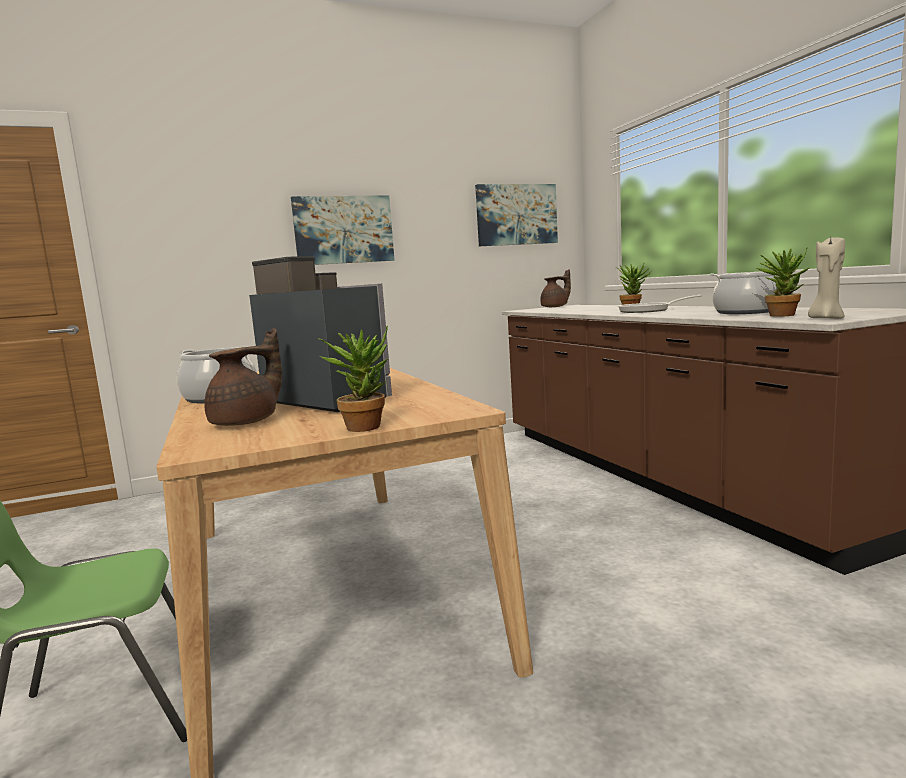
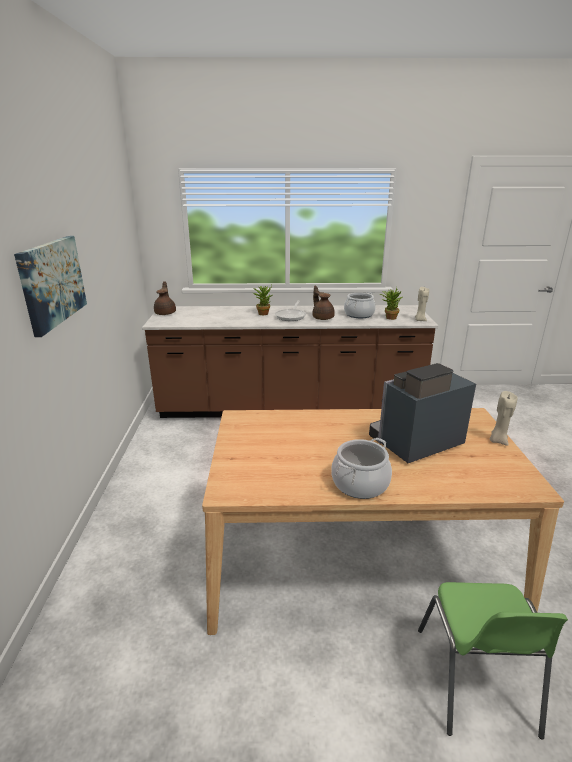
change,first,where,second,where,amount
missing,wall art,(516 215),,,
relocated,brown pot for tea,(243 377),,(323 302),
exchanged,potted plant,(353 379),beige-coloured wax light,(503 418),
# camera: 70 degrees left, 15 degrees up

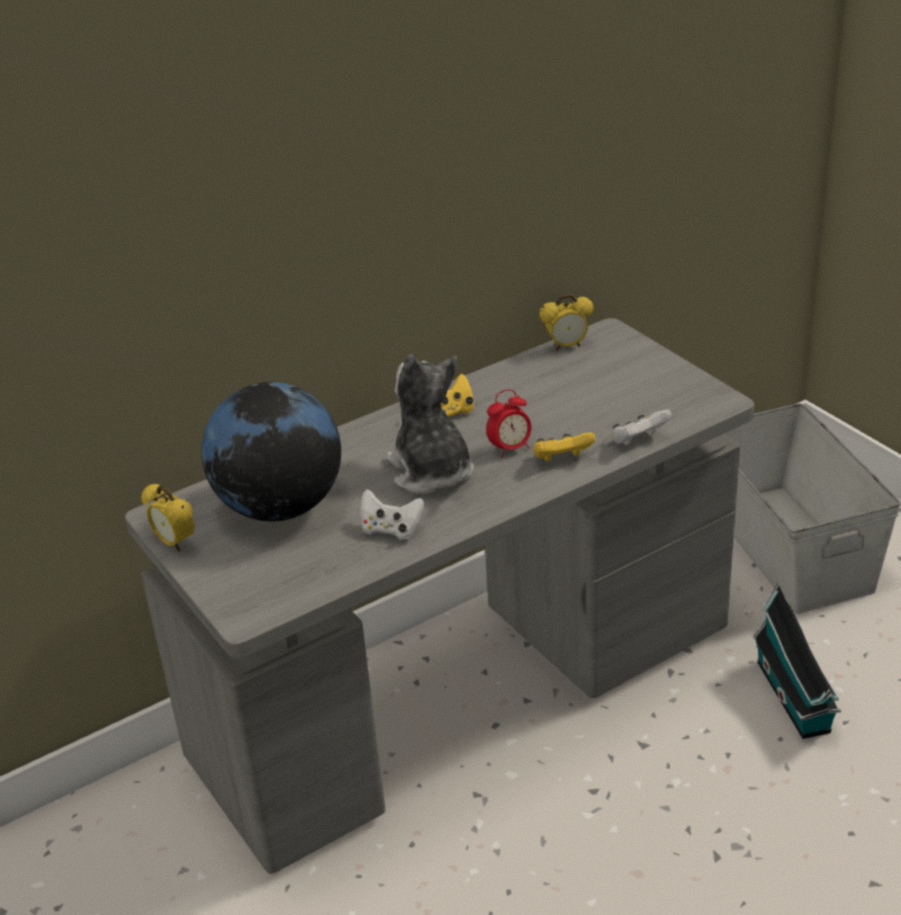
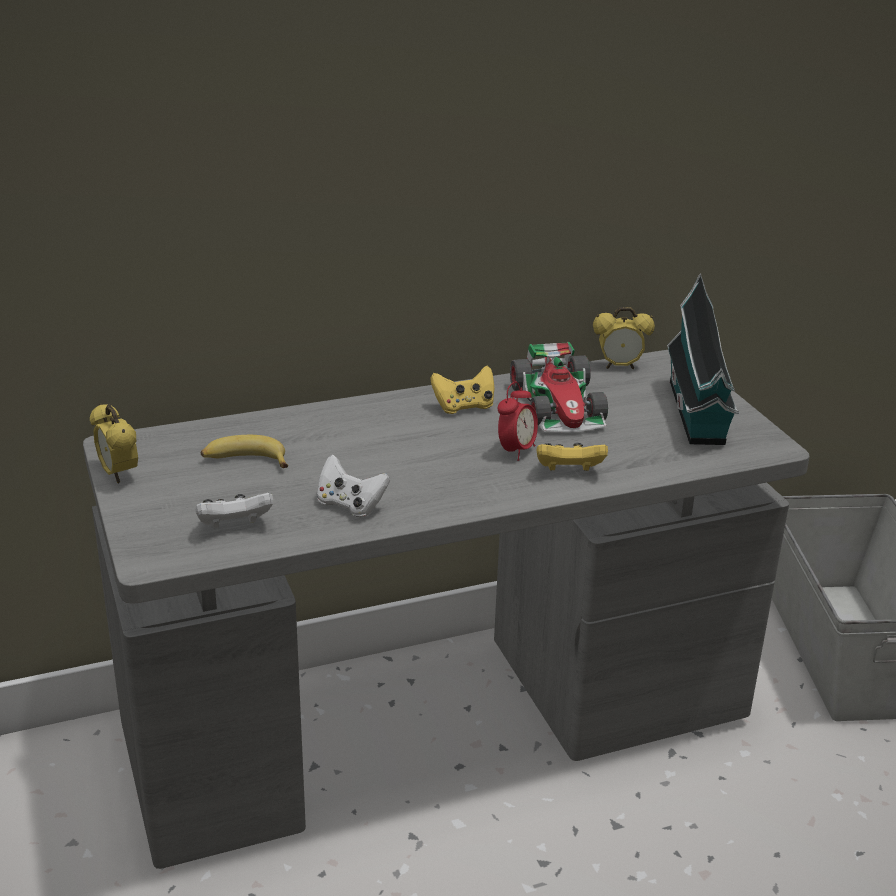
change,first,where,second,where,amount
missing,plush toy,(430 424),,,
appeared,,,model car,(559 387),
relocated,whitish game controller,(642 428),,(234 510),
relocated,toy house,(797 661),,(703 359),
exchanged,desk globe,(271 451),banana,(244 451),
spun,bedside clock,(508 423),,(518 421),45 degrees counterclockwise
# camera: 10 degrees right, 5 degrees down

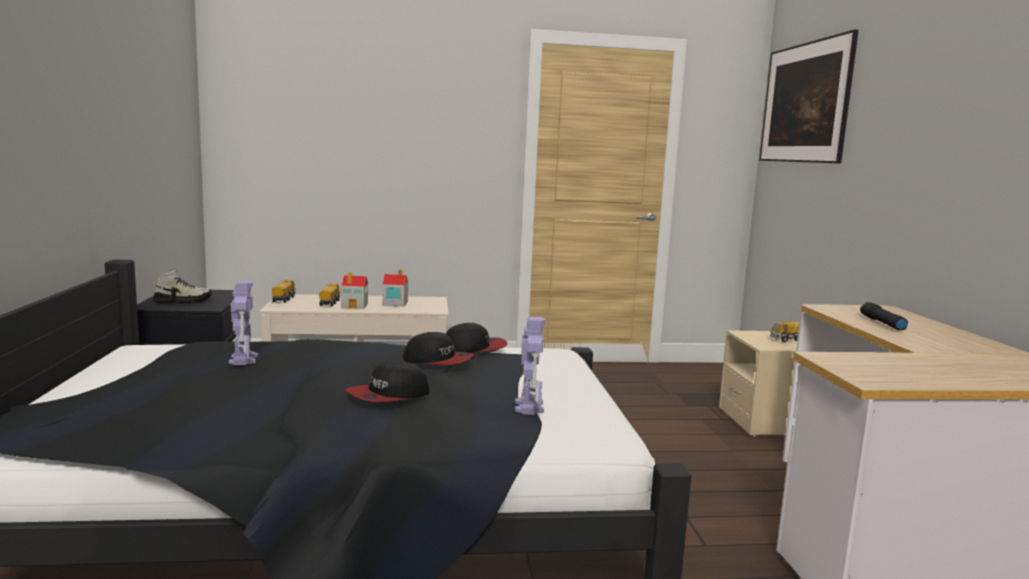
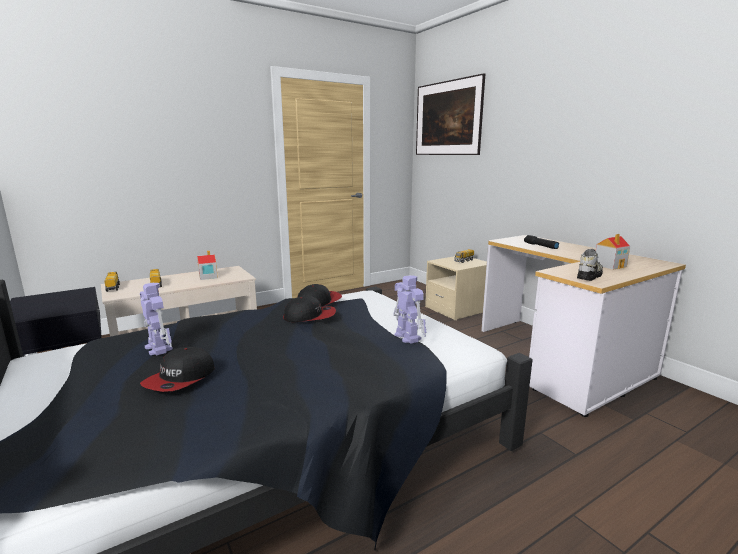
change,first,where,second,where,amount
relocated,shoe,(182 286),,(590 265),
relocated,toy house,(355 290),,(613 251),
relocated,peaked cap,(388 381),,(177 369),
# camera: 25 degrees left, 5 degrees up

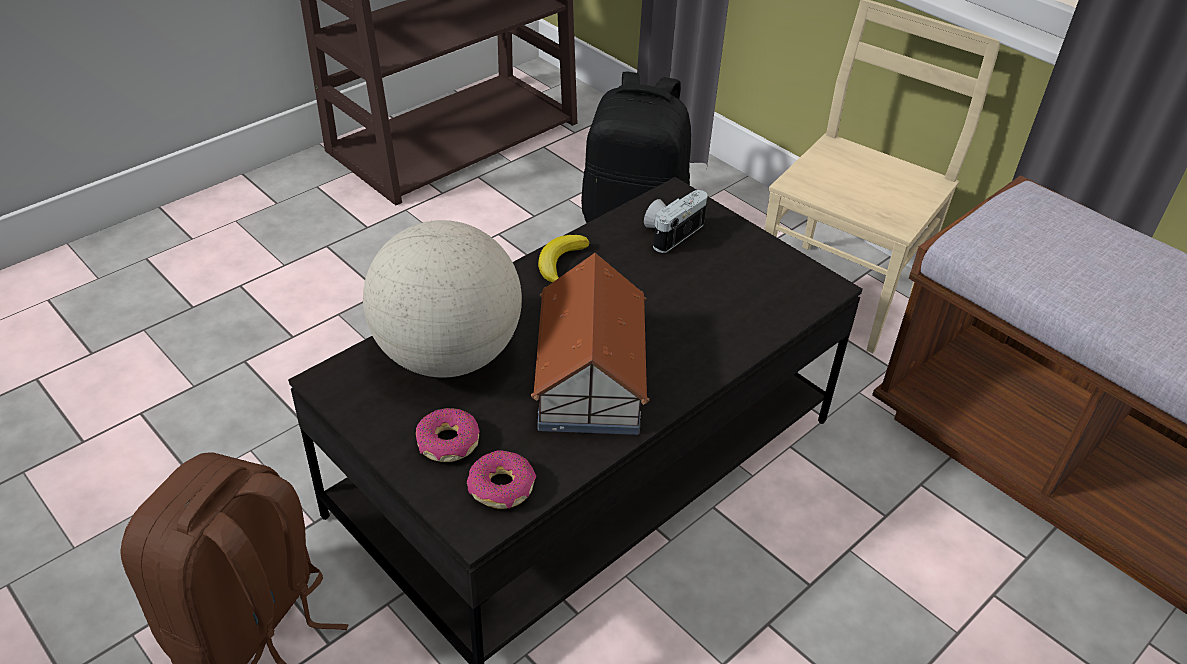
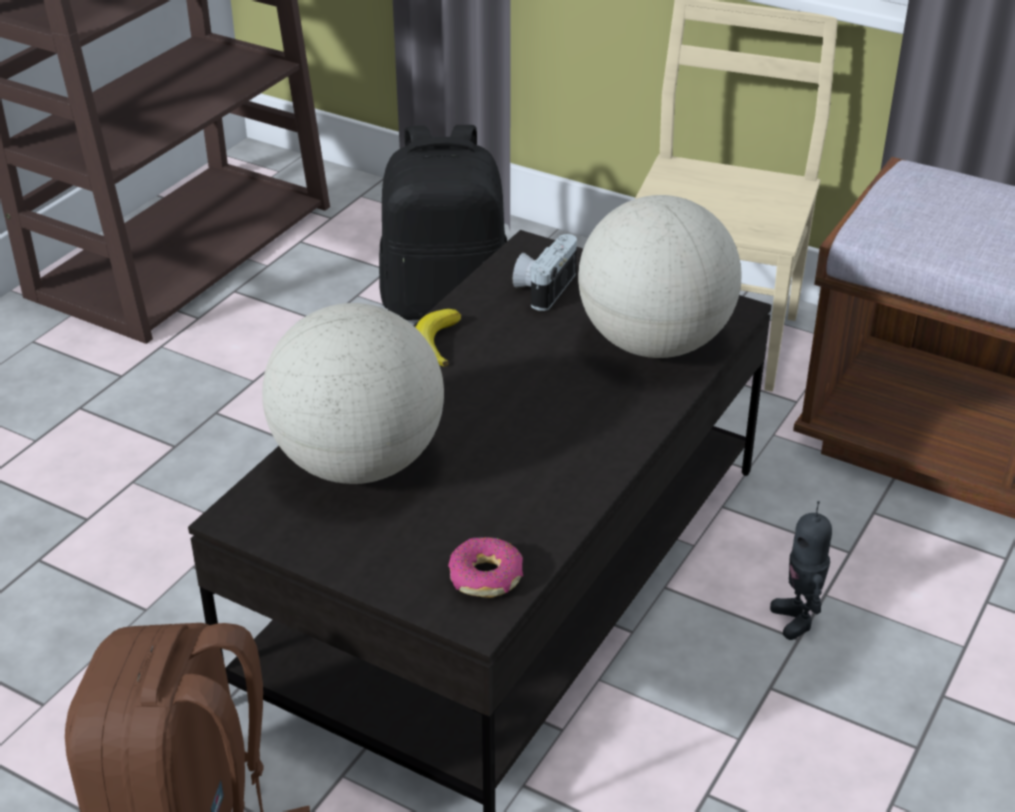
change,first,where,second,where,amount
missing,doughnut,(448 435),,,
missing,toy house,(590 344),,,
appeared,,,desk globe,(660 276),
appeared,,,robot figure,(801 570),
# camera: 15 degrees left, 5 degrees down

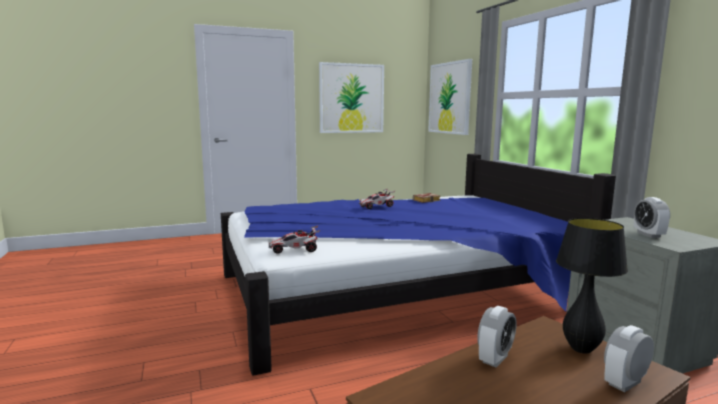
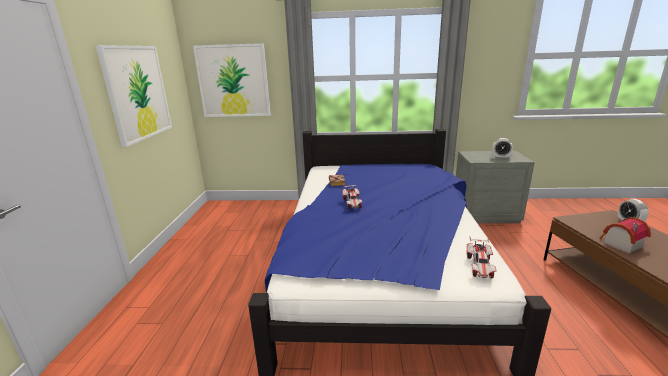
change,first,where,second,where,amount
missing,blackish tabletop lamp,(592 286),,,
exchanged,bedside clock,(497 336),toy house,(625 235),
# camera: 65 degrees left, 10 degrees up

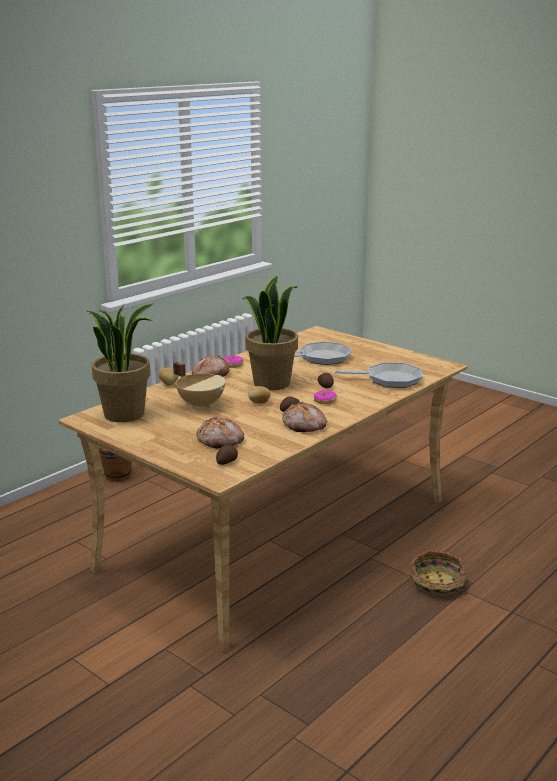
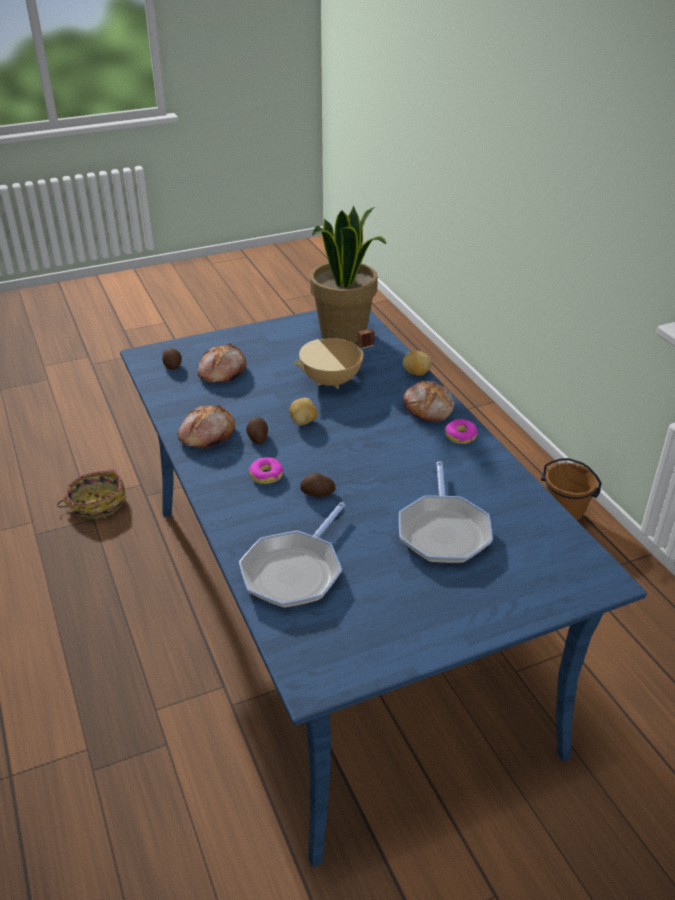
change,first,where,second,where,amount
missing,potted plant,(270 333),,,
relocated,basket,(439 573),,(91 494),
colour,beige-coloured dining table,(263 489),blue-coloured dining table,(383 588),
# camera: 115 degrees right, 15 degrees up

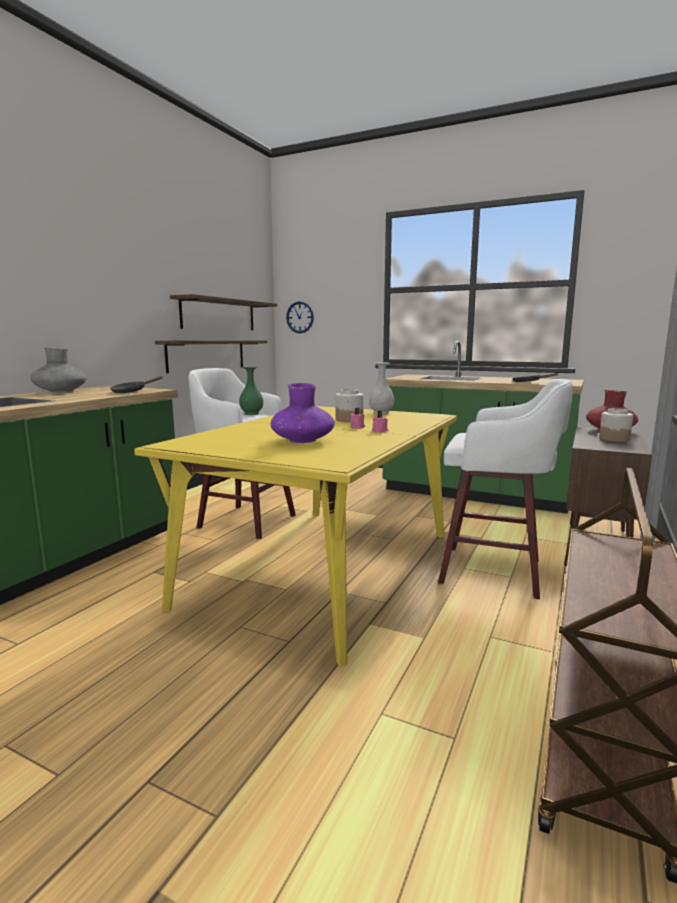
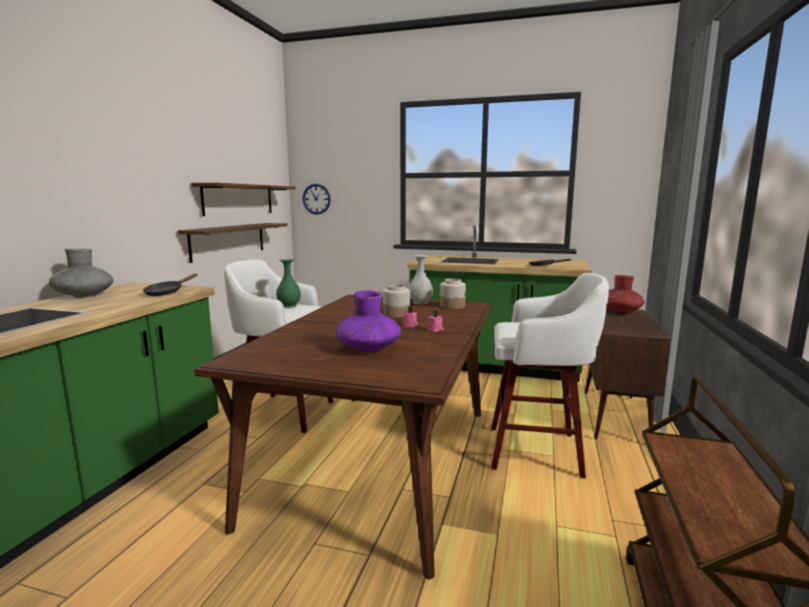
change,first,where,second,where,amount
relocated,jar,(616 425),,(453 293),
colour,yellowish dining table,(296 536),brown dining table,(342 437),
# camera: 10 degrees left, 0 degrees up

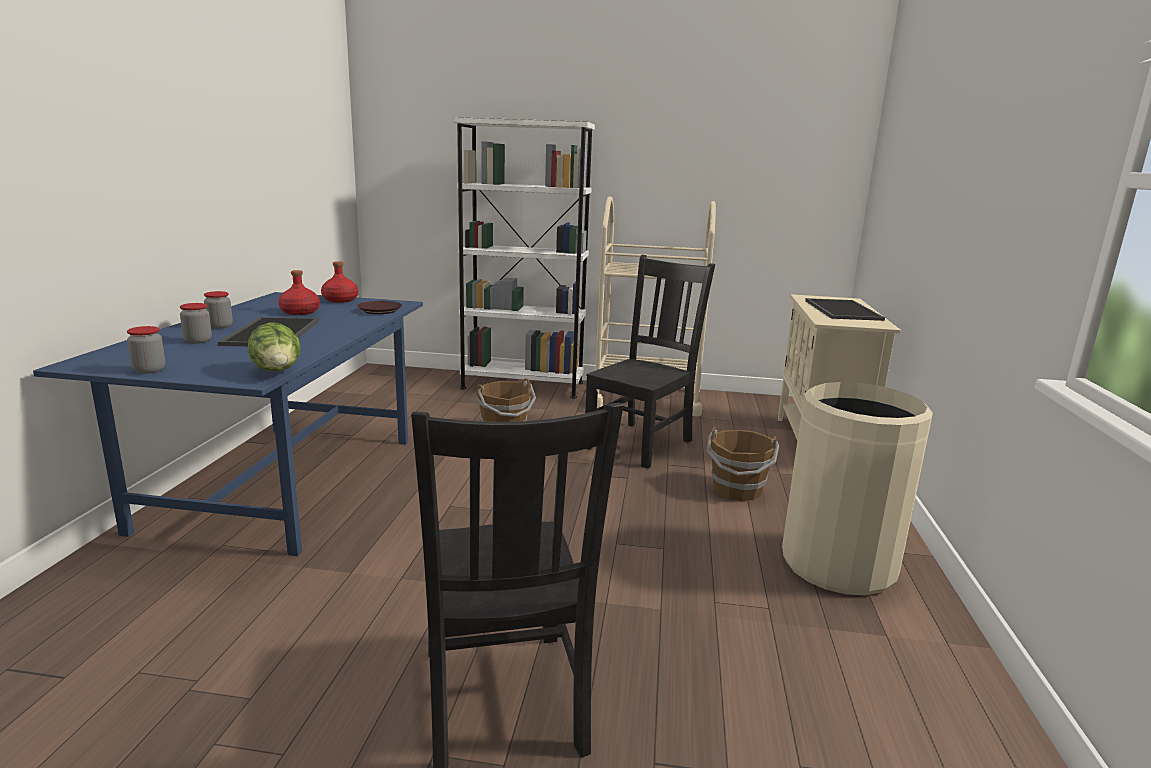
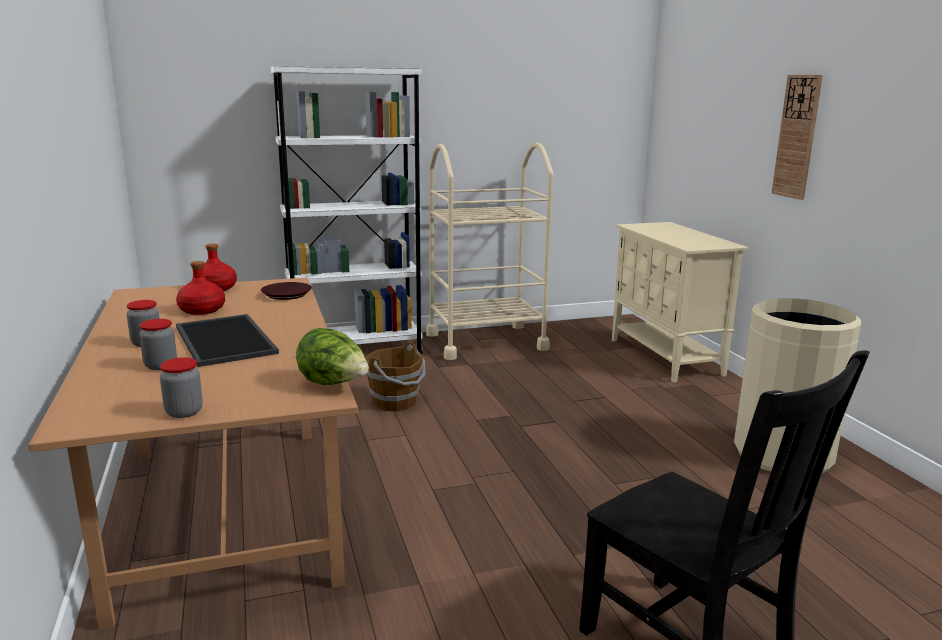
change,first,where,second,where,amount
missing,blackish chair,(650 362),,,
missing,brown pail,(743 464),,,
missing,serving tray,(845 309),,,
appeared,,,wall clock,(797 137),
colour,blue-coloured dining table,(228 424),brown dining table,(193 454),
# camera: 25 degrees left, 0 degrees up

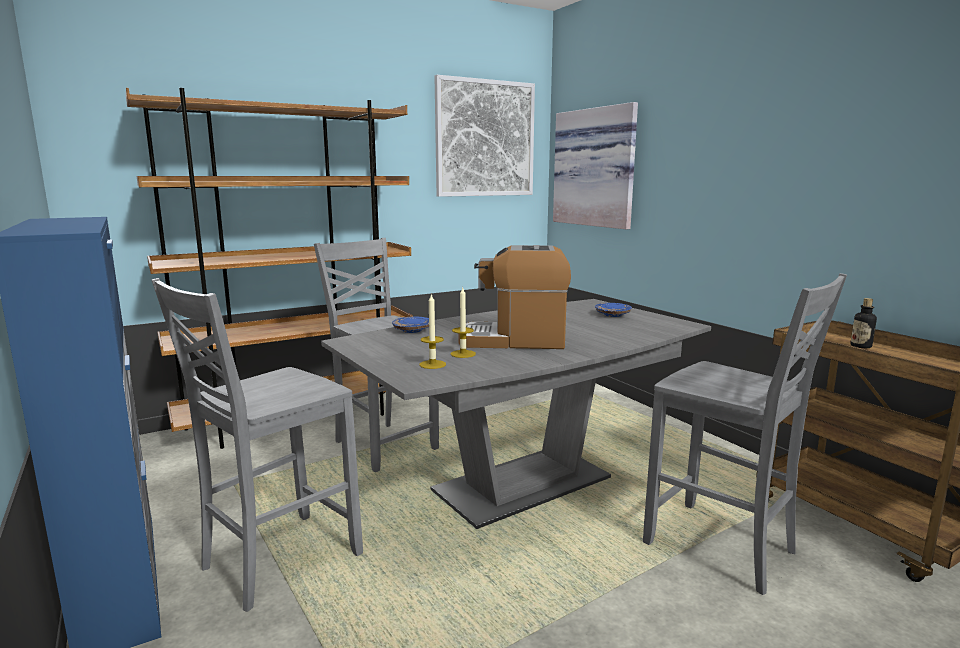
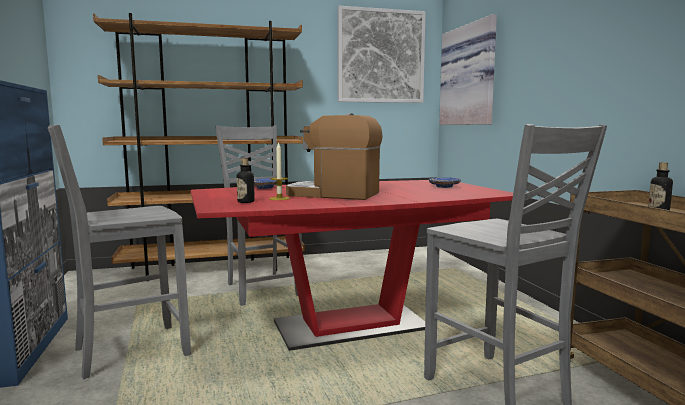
change,first,where,second,where,amount
exchanged,wax light,(432 331),beverage bottle,(246 180),
colour,gray dining table,(516 414),red dining table,(352 265),
# camera: 15 degrees right, 5 degrees down

